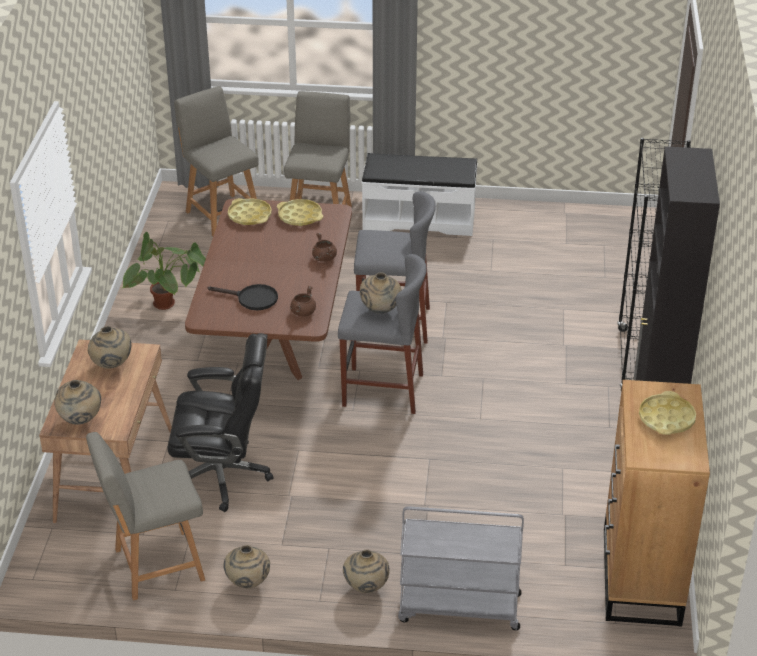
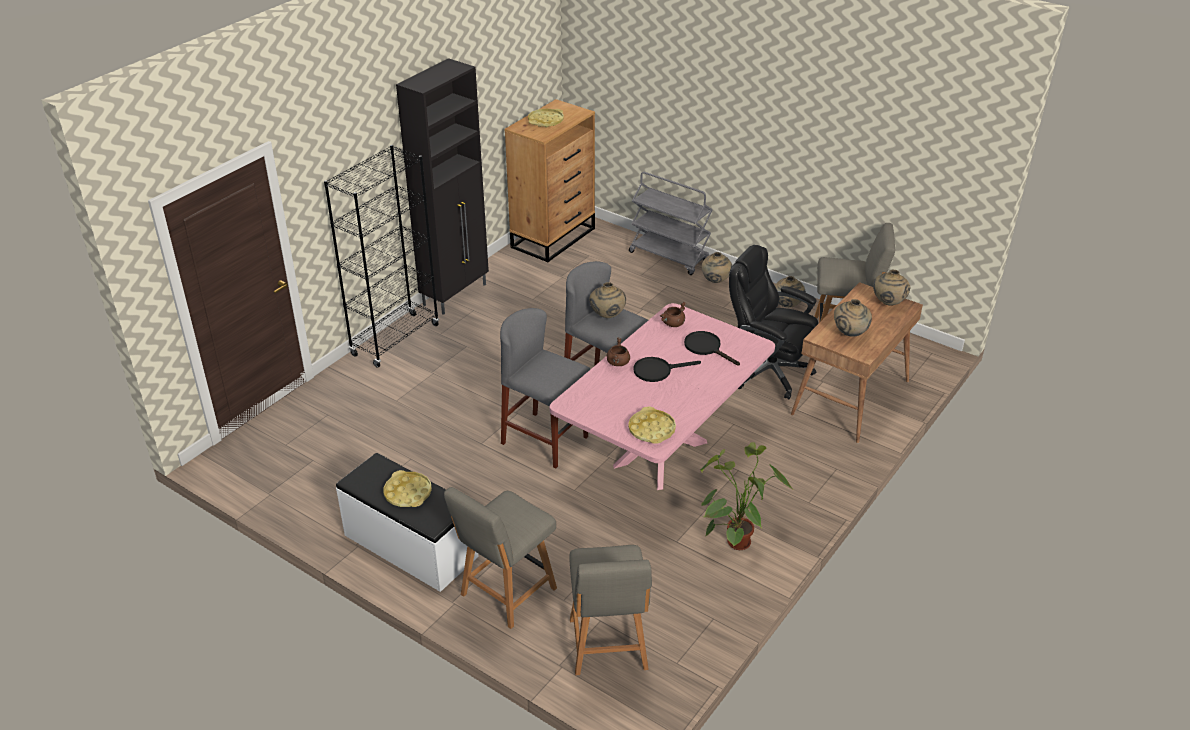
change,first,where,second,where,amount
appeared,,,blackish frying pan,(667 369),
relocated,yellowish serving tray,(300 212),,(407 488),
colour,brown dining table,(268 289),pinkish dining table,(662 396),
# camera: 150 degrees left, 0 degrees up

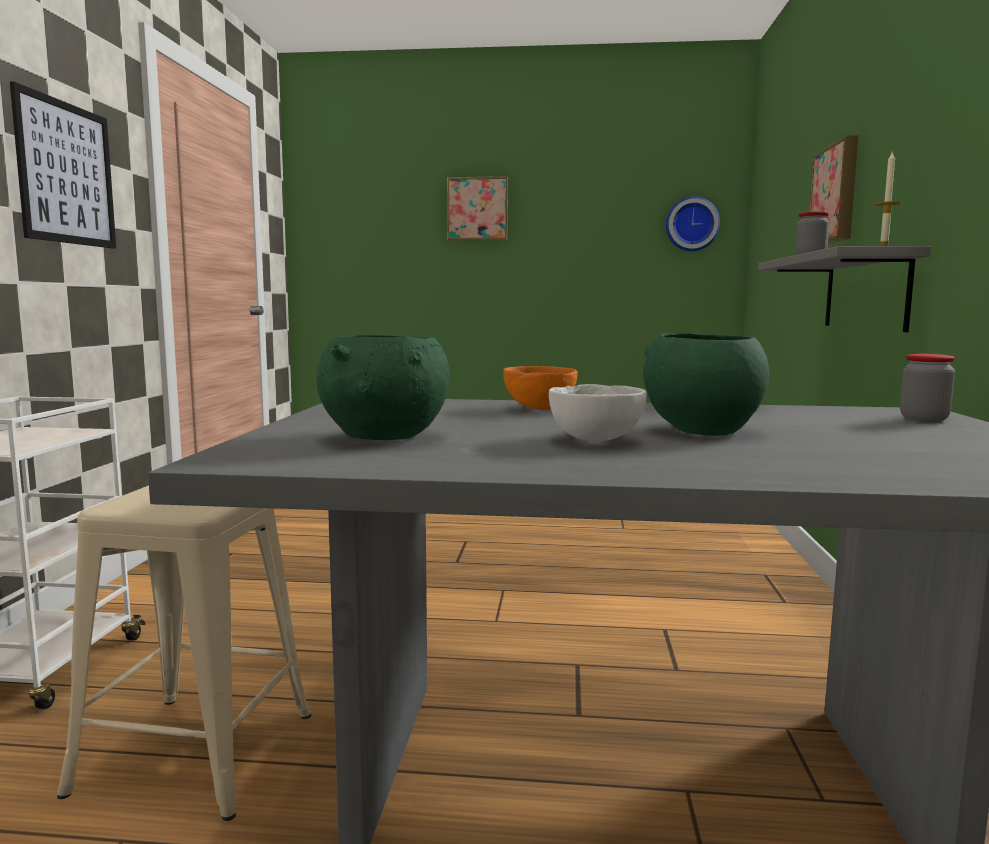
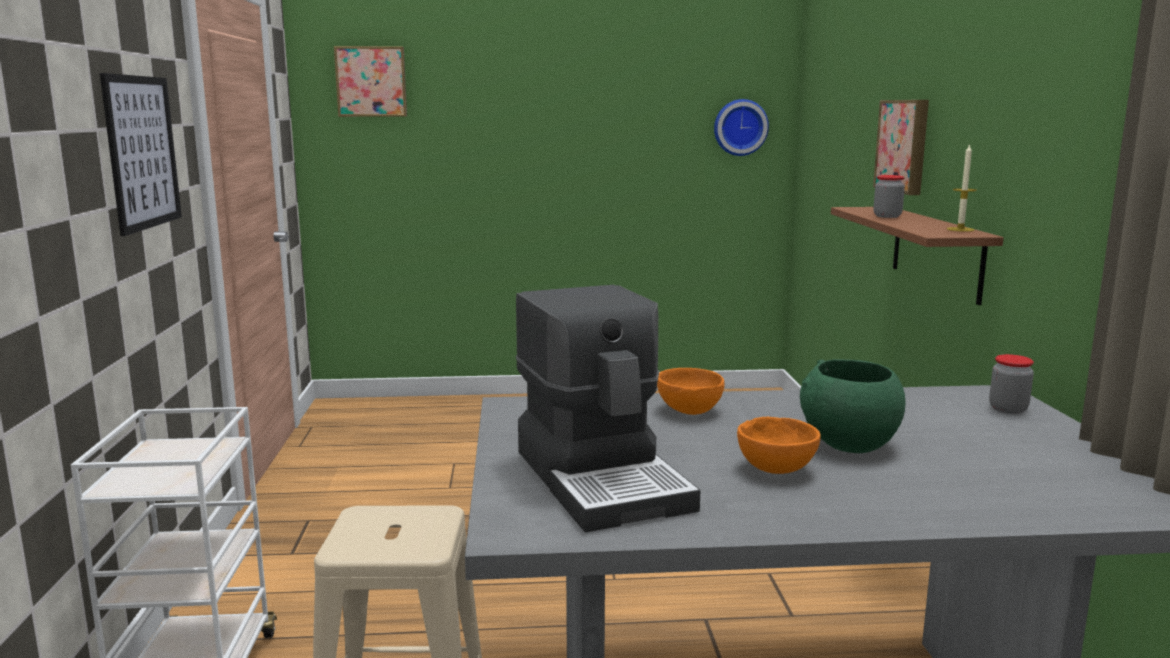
change,first,where,second,where,amount
relocated,wall art,(477 208),,(370 81),
exchanged,green-coloured bowl,(383 387),coffee brewer,(607 408),
colour,whitish bowl,(598 412),orange bowl,(779 445),
colour,gray wall shelf,(844 289),brown wall shelf,(917 256),
# camera: 10 degrees left, 5 degrees up

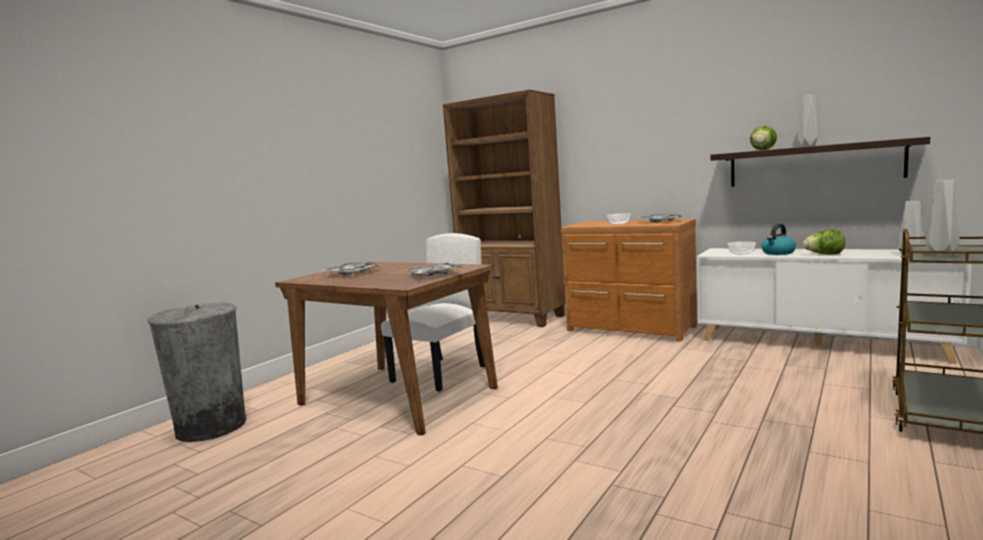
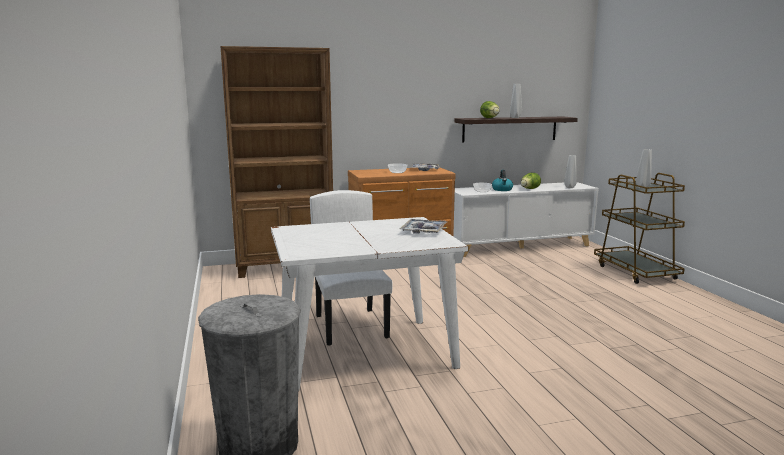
change,first,where,second,where,amount
missing,serving tray,(351 269),,,
colour,brown dining table,(386 348),whitish dining table,(369 304),
# camera: 50 degrees left, 5 degrees up

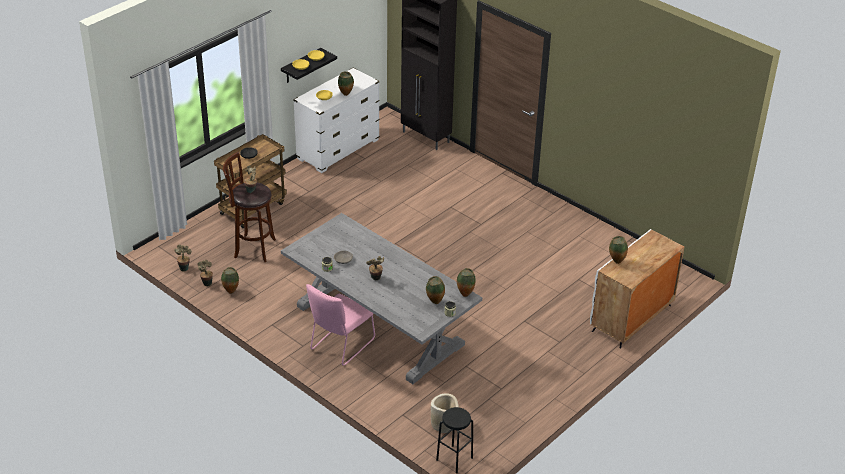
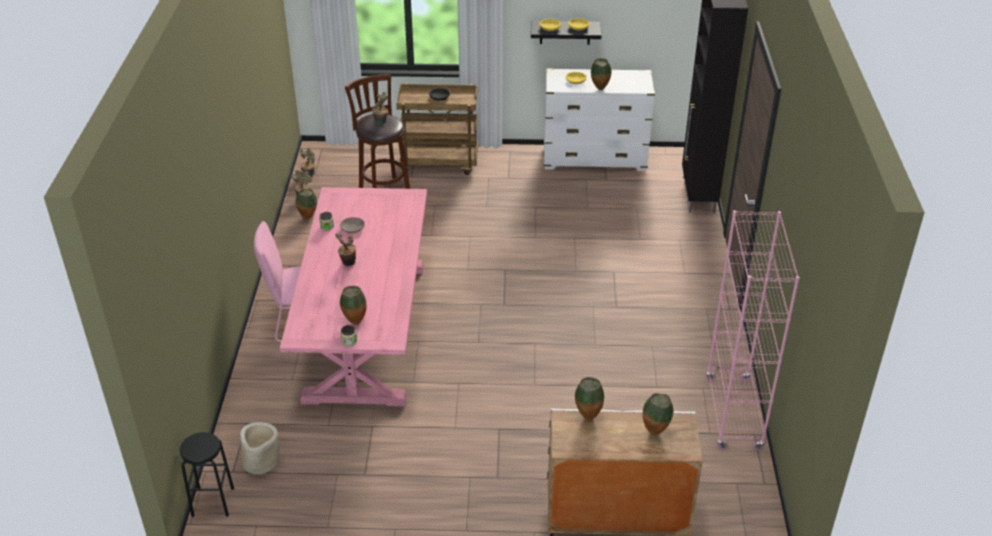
change,first,where,second,where,amount
appeared,,,pinkish bookshelf,(753 330),
relocated,decorative vase,(466 282),,(658 414),
colour,gray dining table,(381 298),pinkish dining table,(353 296),
# camera: 50 degrees right, 0 degrees up

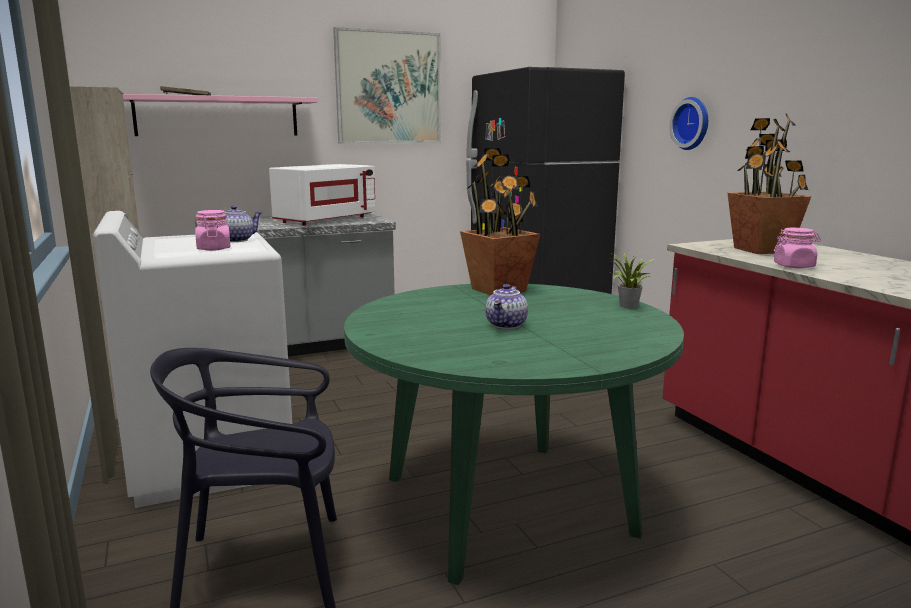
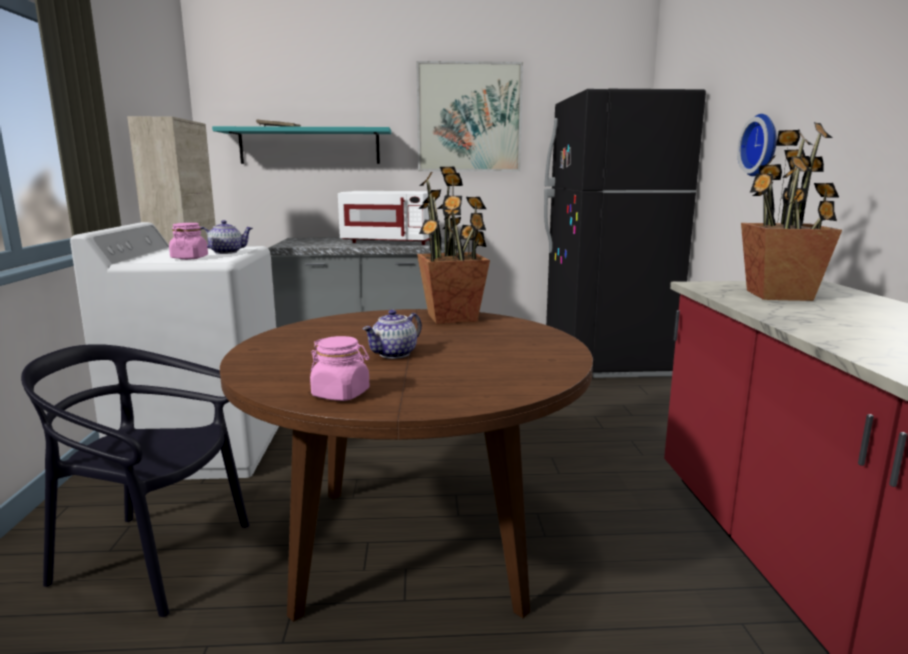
change,first,where,second,where,amount
missing,potted plant,(631 280),,,
relocated,pinkish jar,(797 248),,(339 368),
colour,pinkish wall shelf,(220 115),turquoise-coloured wall shelf,(301 145),
colour,green-coloured dining table,(514 434),brown dining table,(406 465),
spun,whitish kitchen microwave,(322 195),,(387 218),45 degrees clockwise
# camera: 20 degrees right, 0 degrees up

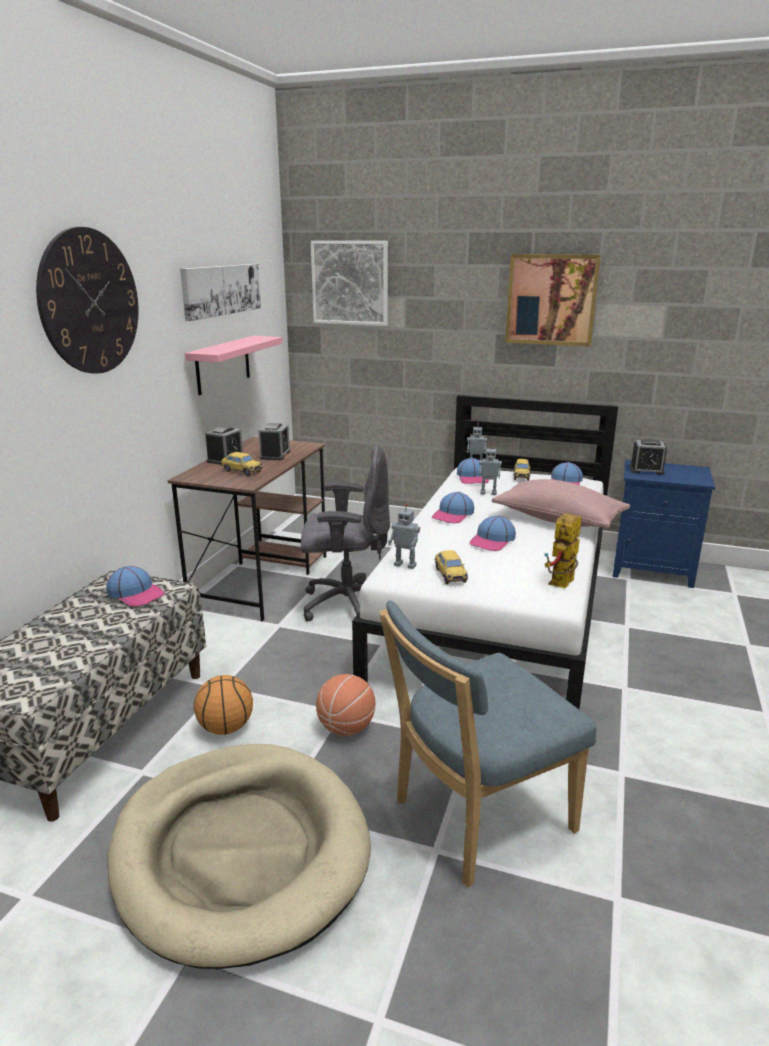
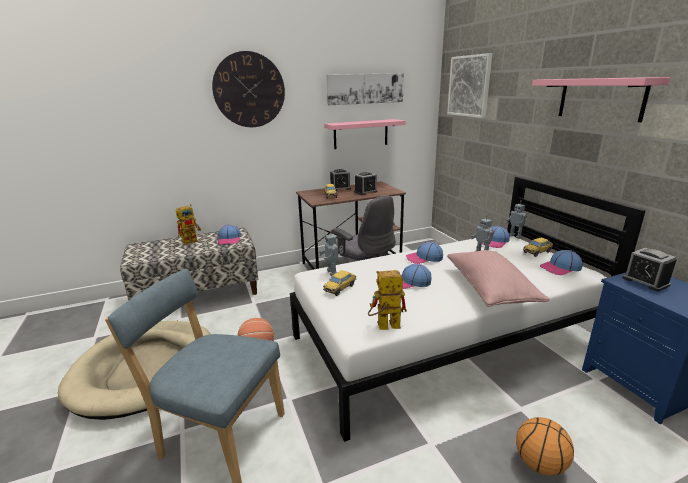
change,first,where,second,where,amount
appeared,,,robot figure,(188 224),
relocated,basketball,(223 705),,(545 446),
exchanged,wall art,(553 300),pinkish wall shelf,(601 99),
# camera: 50 degrees right, 0 degrees up

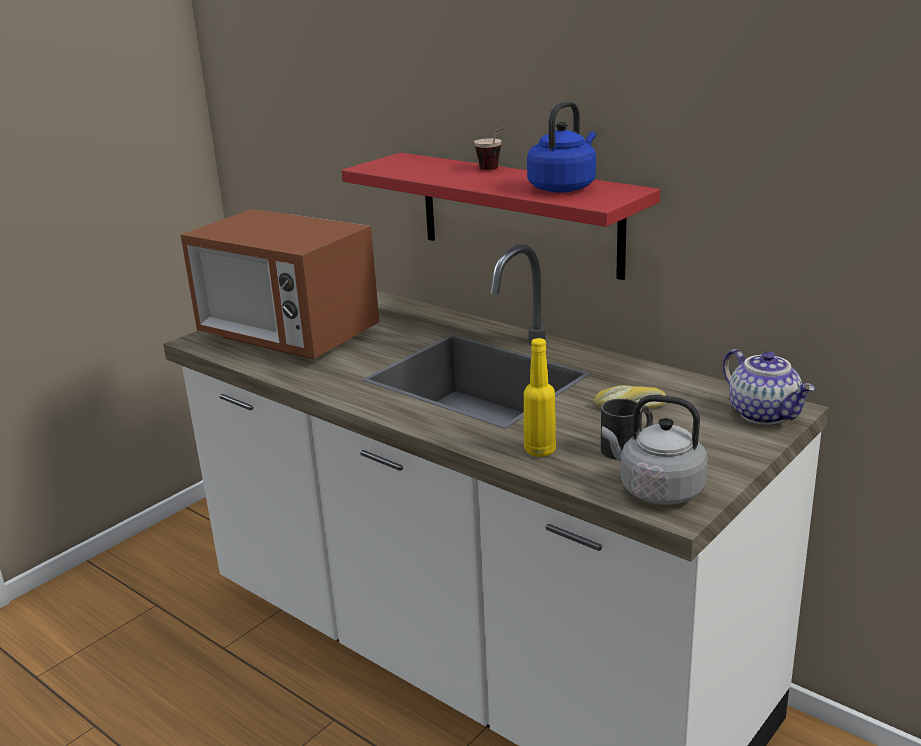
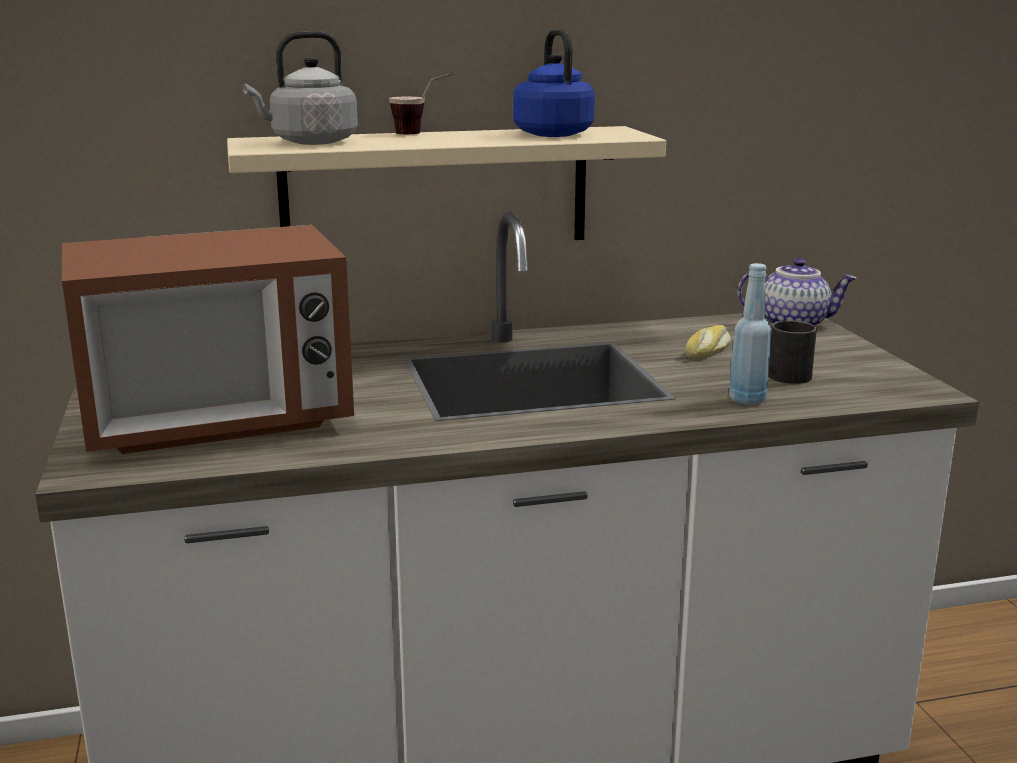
change,first,where,second,where,amount
relocated,gray tea kettle,(655 450),,(300 88),
colour,red wall shelf,(500 216),beige-coloured wall shelf,(446 183),
colour,yellowish beverage bottle,(540 397),blue-coloured beverage bottle,(750 334),
# camera: 55 degrees left, 5 degrees down

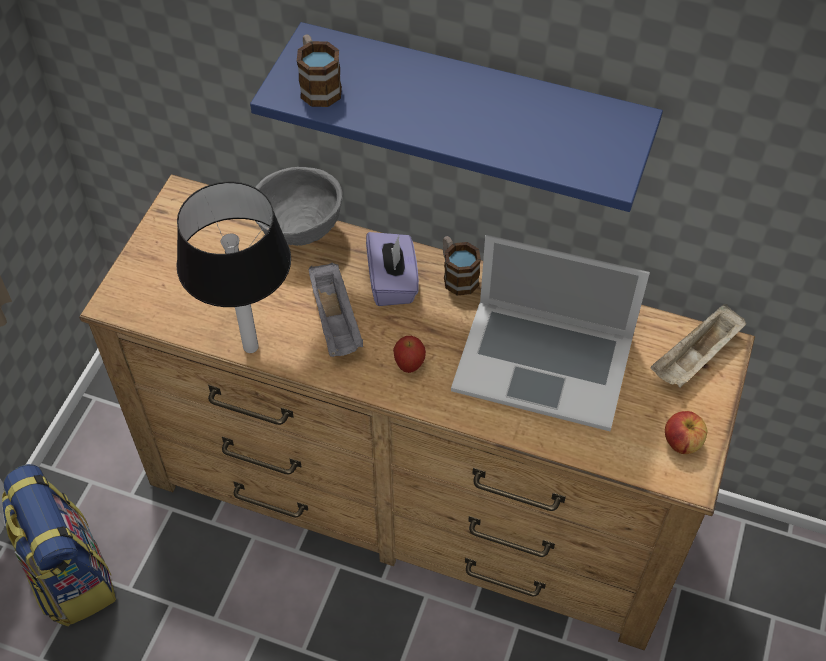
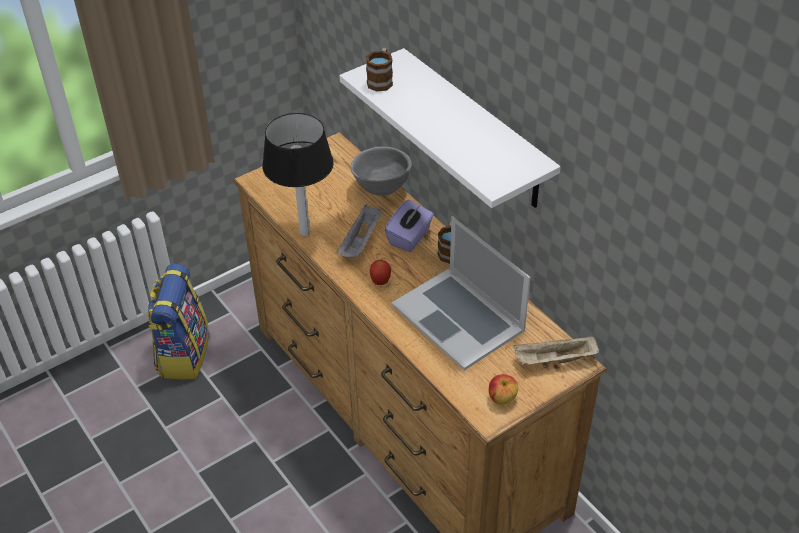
change,first,where,second,where,amount
colour,blue-coloured wall shelf,(456 117),whitish wall shelf,(450 128),
# camera: 35 degrees right, 10 degrees down

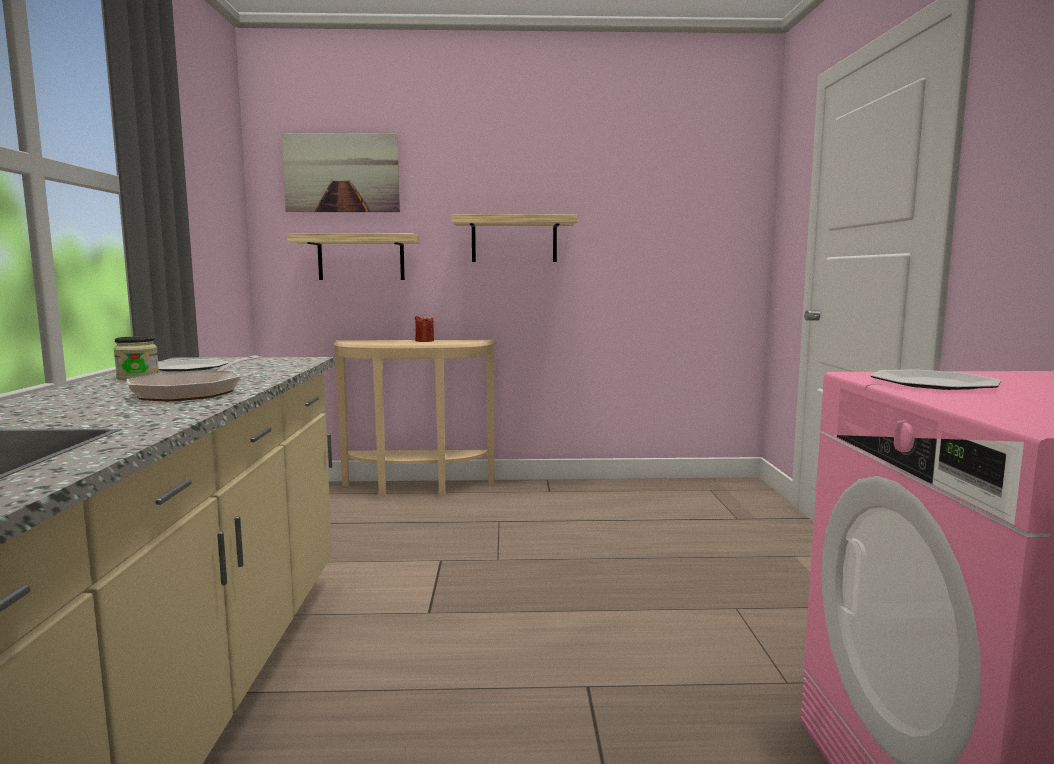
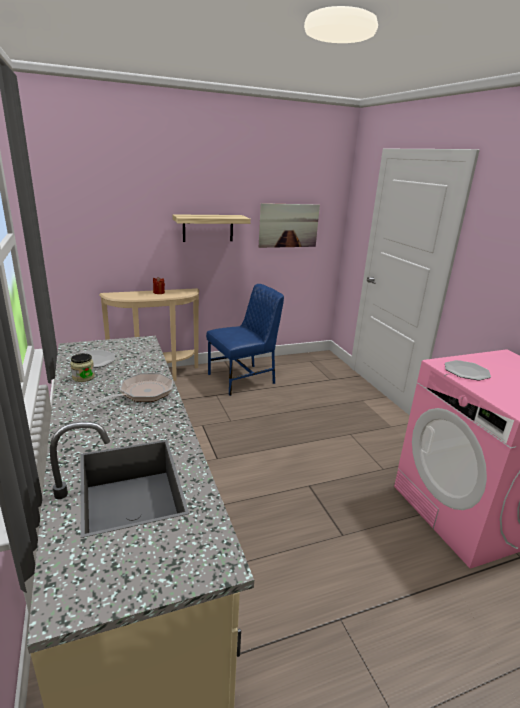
change,first,where,second,where,amount
missing,wall shelf,(353 256),,,
appeared,,,blue-coloured chair,(245 340),
relocated,wall art,(340 172),,(289 225),
spun,frying pan,(194 379),,(131 389),135 degrees counterclockwise
# camera: 20 degrees left, 15 degrees up

